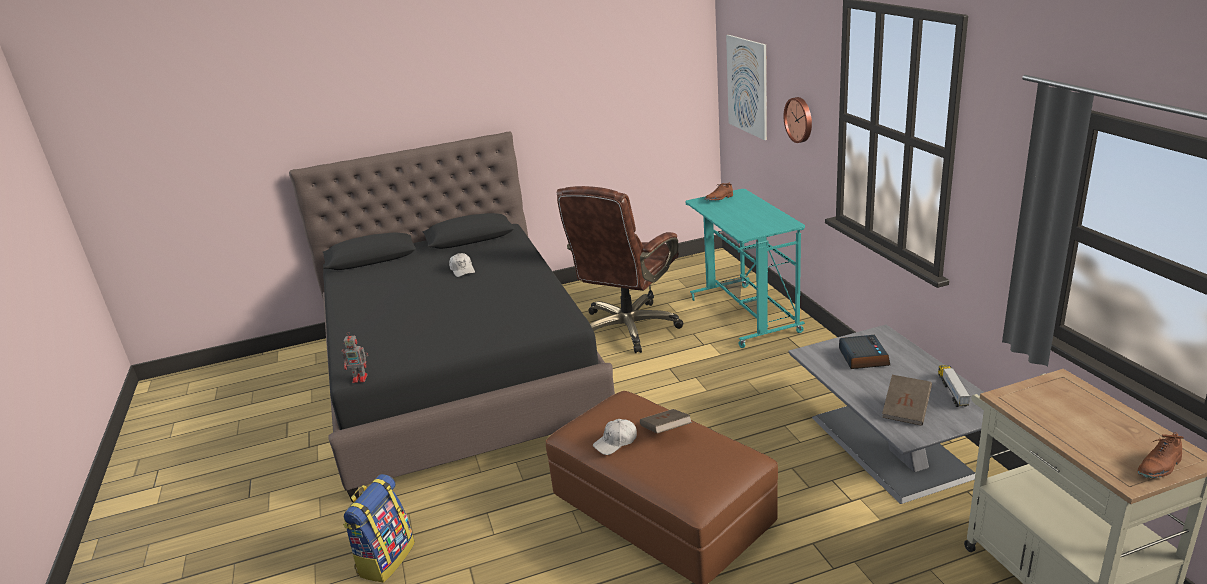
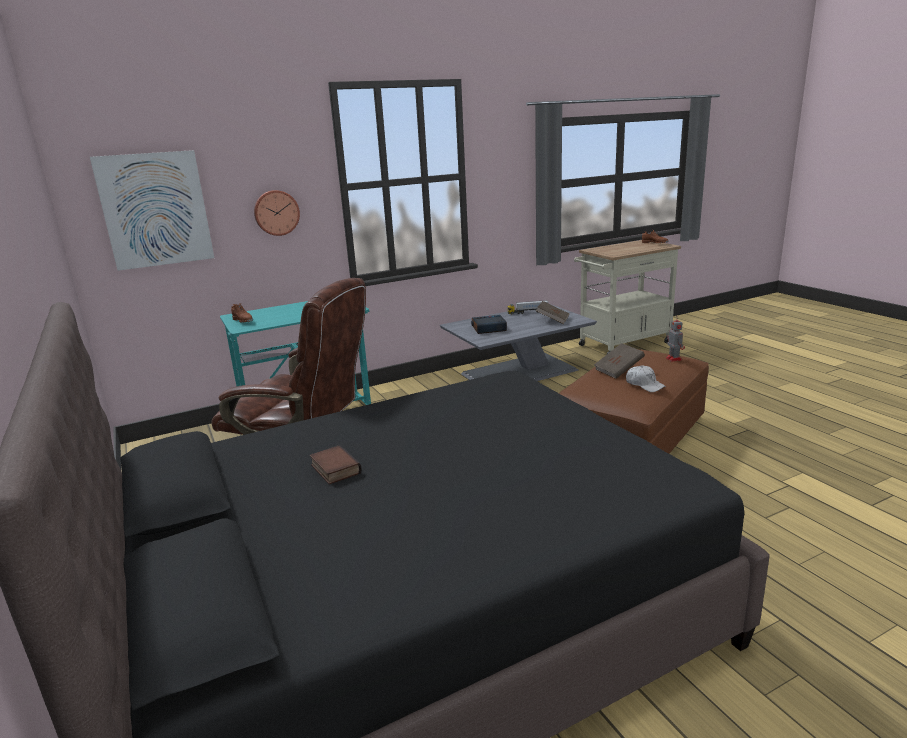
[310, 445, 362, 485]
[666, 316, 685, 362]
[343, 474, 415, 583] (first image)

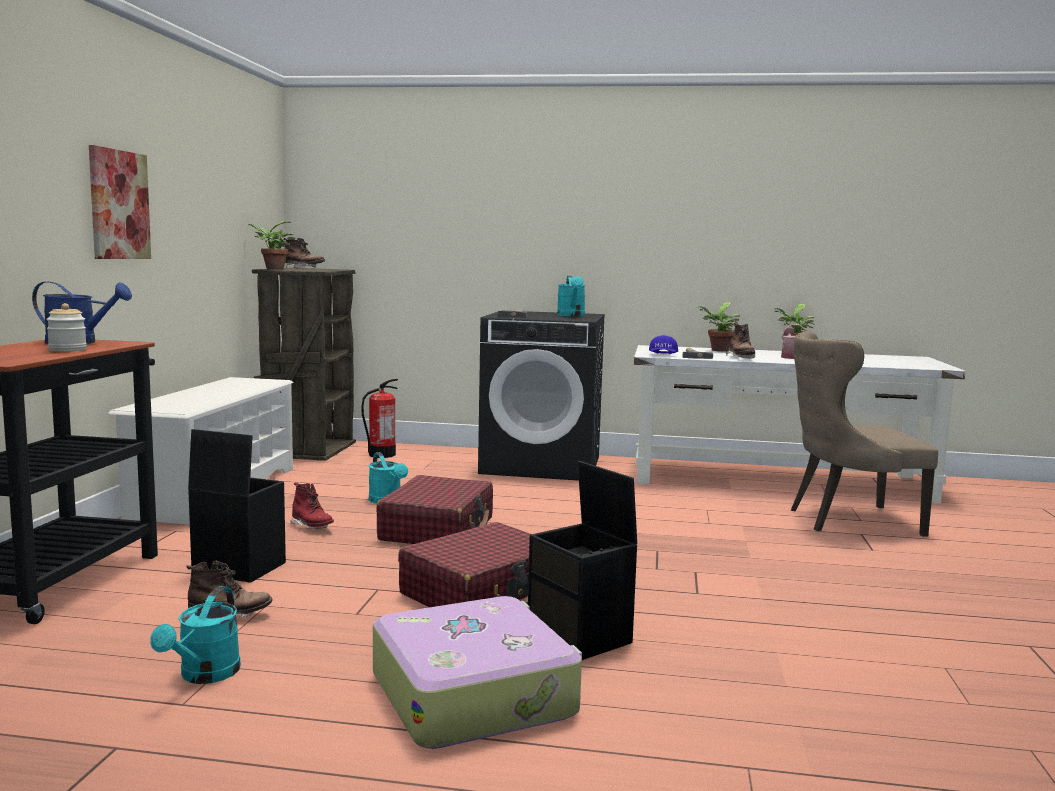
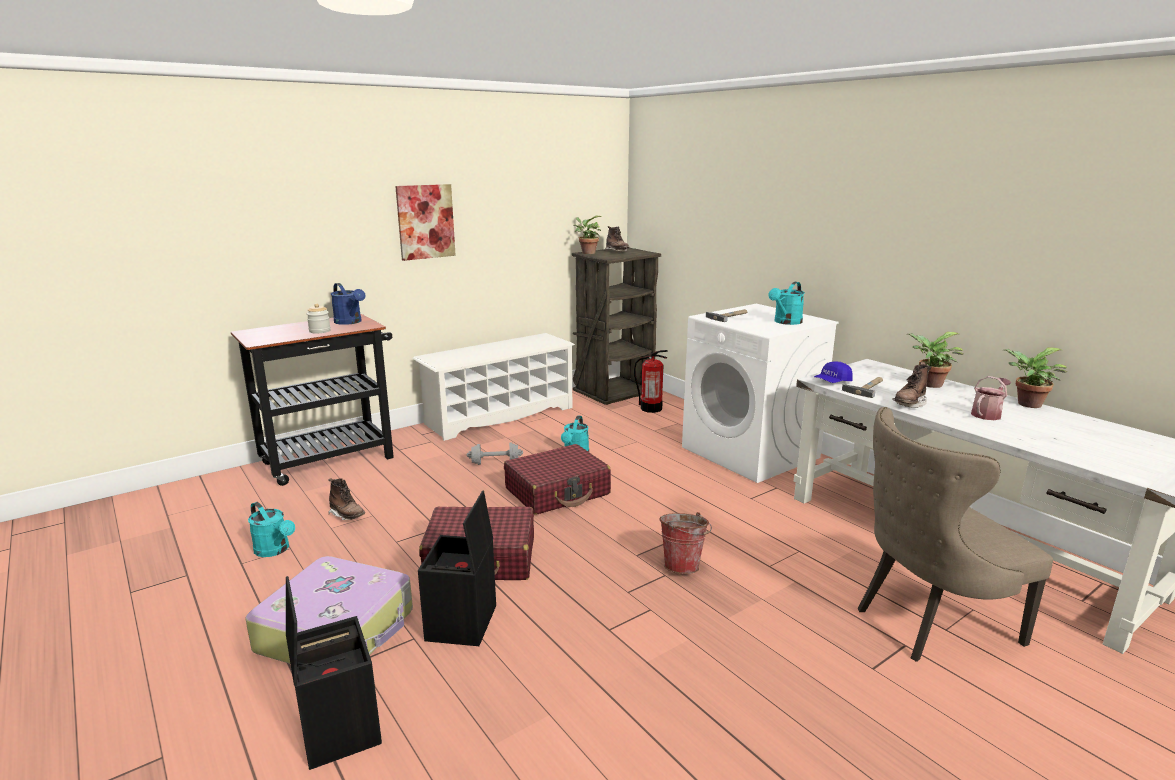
[248, 502, 295, 557]
[286, 576, 382, 770]
[467, 443, 523, 465]
[659, 512, 712, 574]
[682, 304, 839, 483]
[858, 407, 1053, 662]

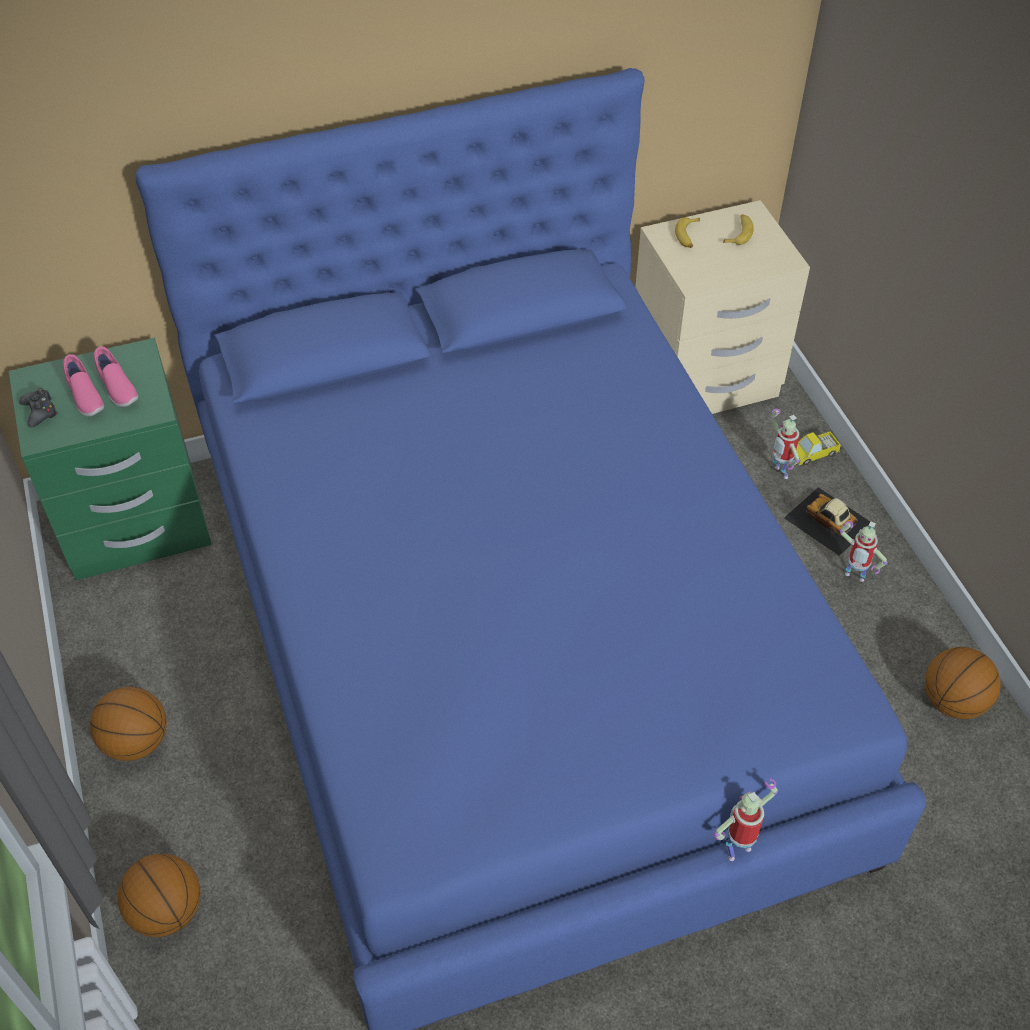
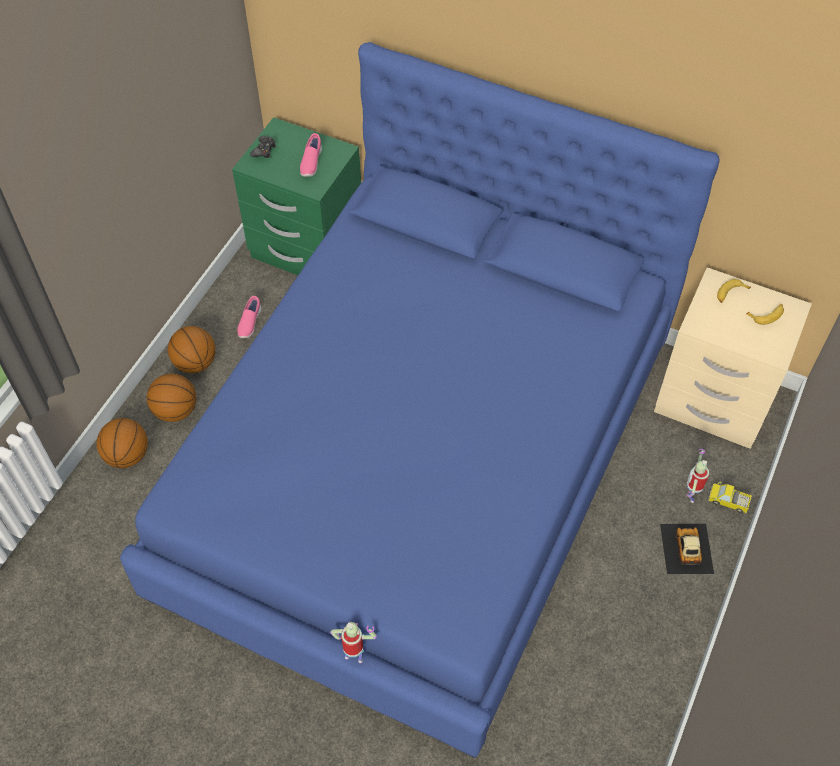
[147, 374, 197, 422]
[237, 296, 261, 338]
[840, 521, 888, 582] (first image)

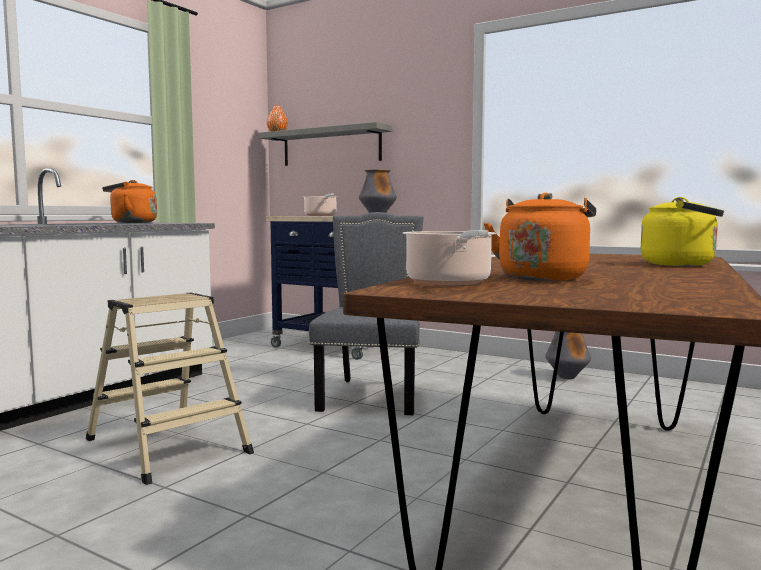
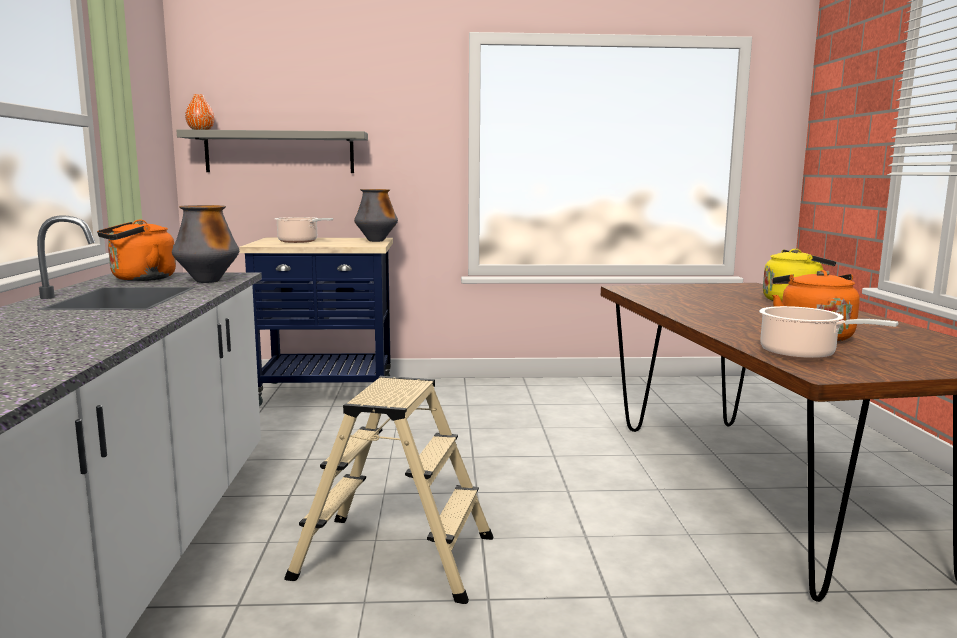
[172, 205, 239, 283]
[309, 212, 424, 415] (first image)

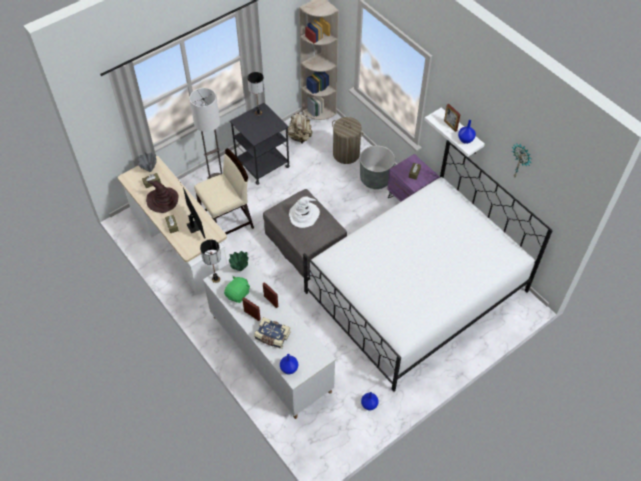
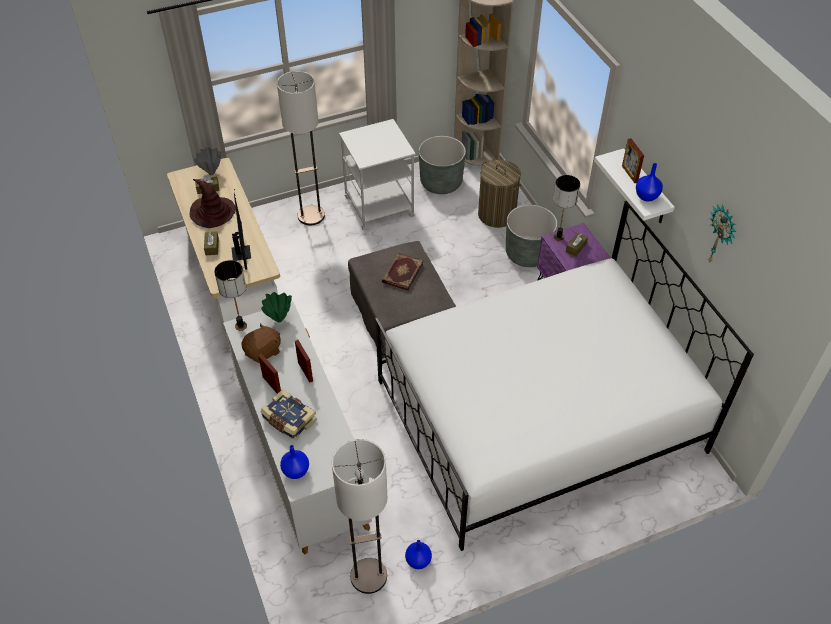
[241, 323, 281, 364]
[332, 439, 387, 594]
[339, 119, 416, 230]
[382, 253, 423, 291]
[419, 136, 466, 194]
[553, 175, 580, 241]
[194, 148, 254, 235] (first image)

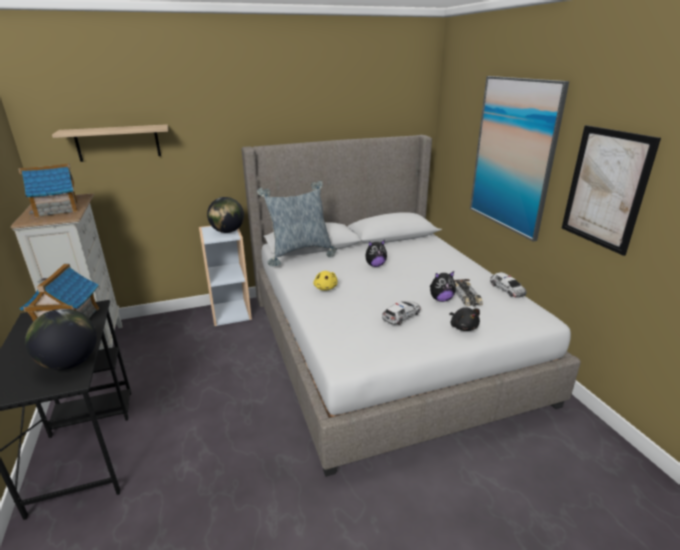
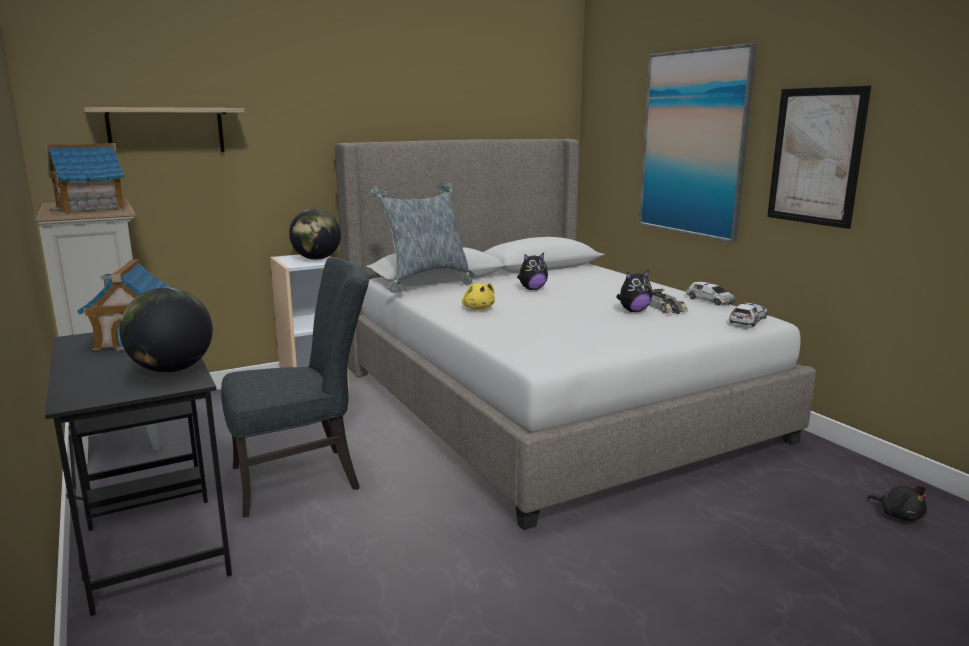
[221, 257, 369, 518]
[729, 303, 768, 327]
[867, 486, 927, 521]

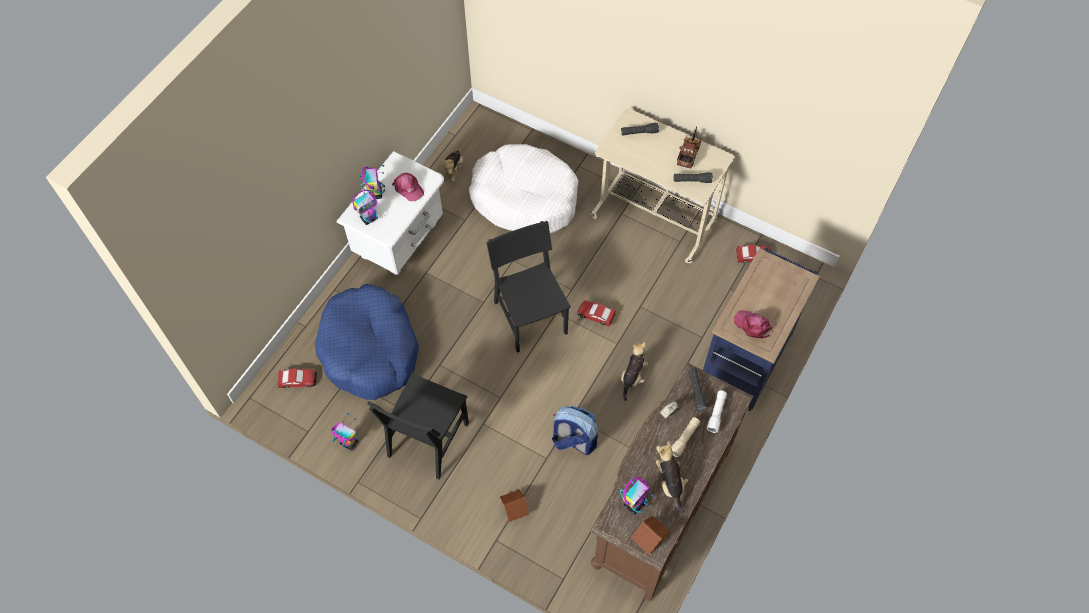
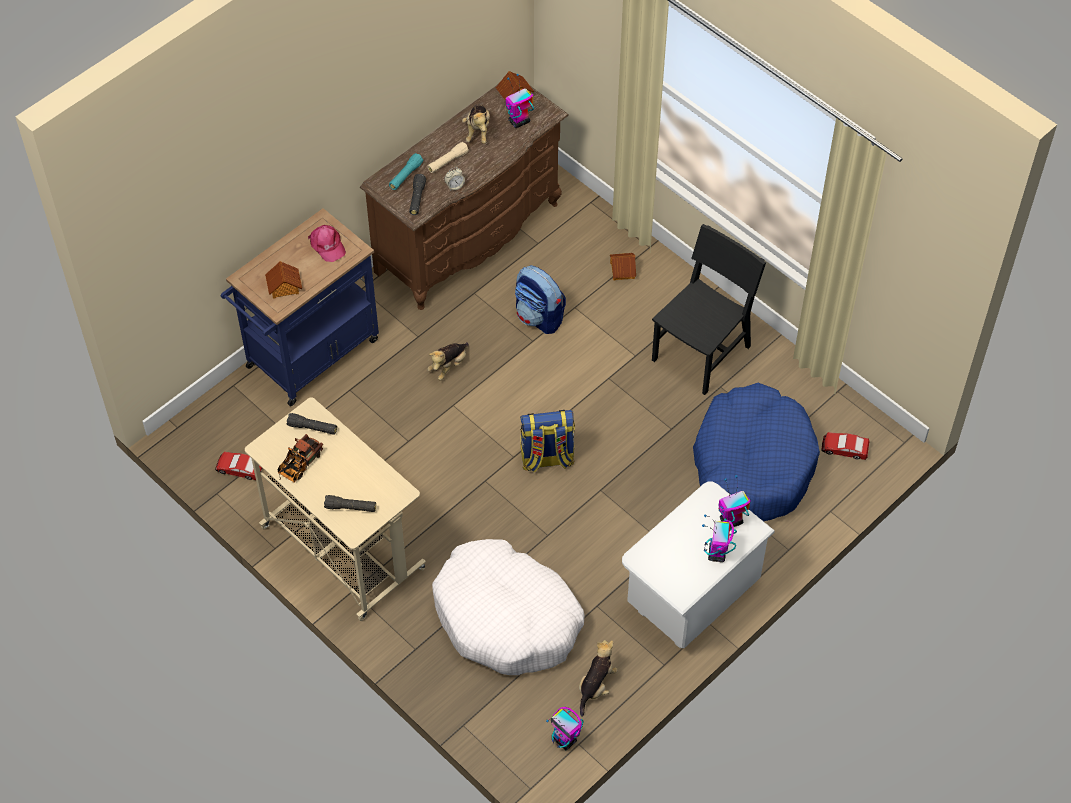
[265, 261, 302, 299]
[389, 153, 423, 190]
[520, 410, 575, 473]
[546, 707, 584, 750]
[392, 173, 424, 201] (first image)
[577, 300, 616, 327] (first image)

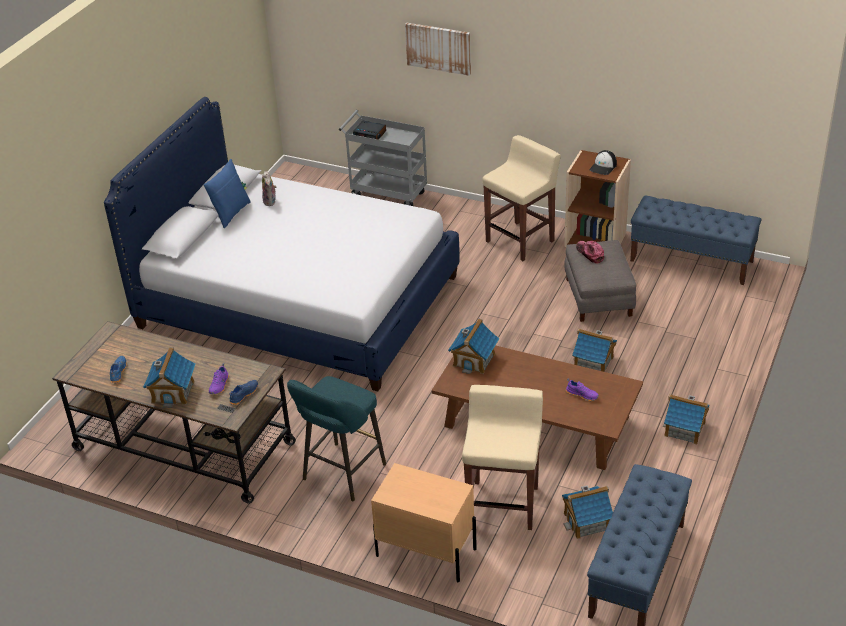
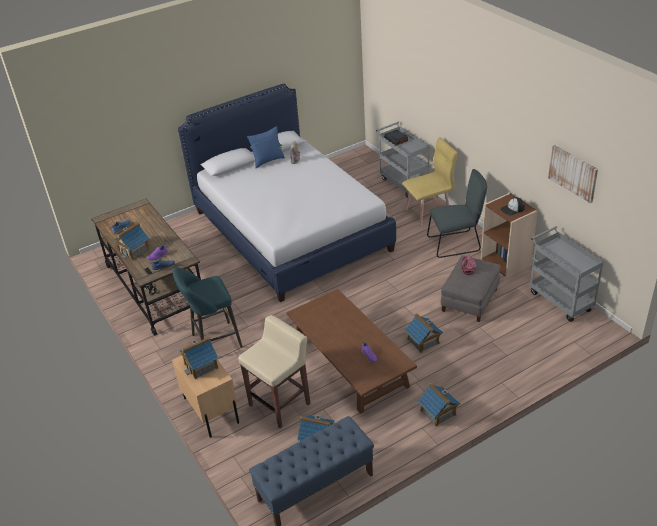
[179, 337, 218, 379]
[402, 137, 457, 227]
[427, 169, 487, 258]
[530, 226, 604, 322]
[548, 145, 598, 203]

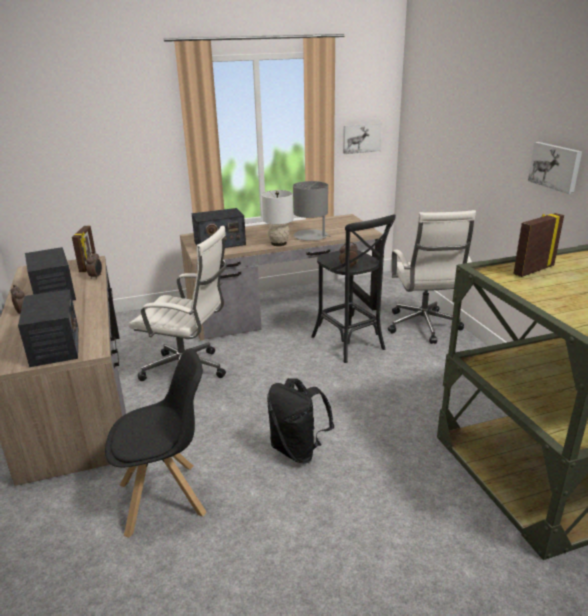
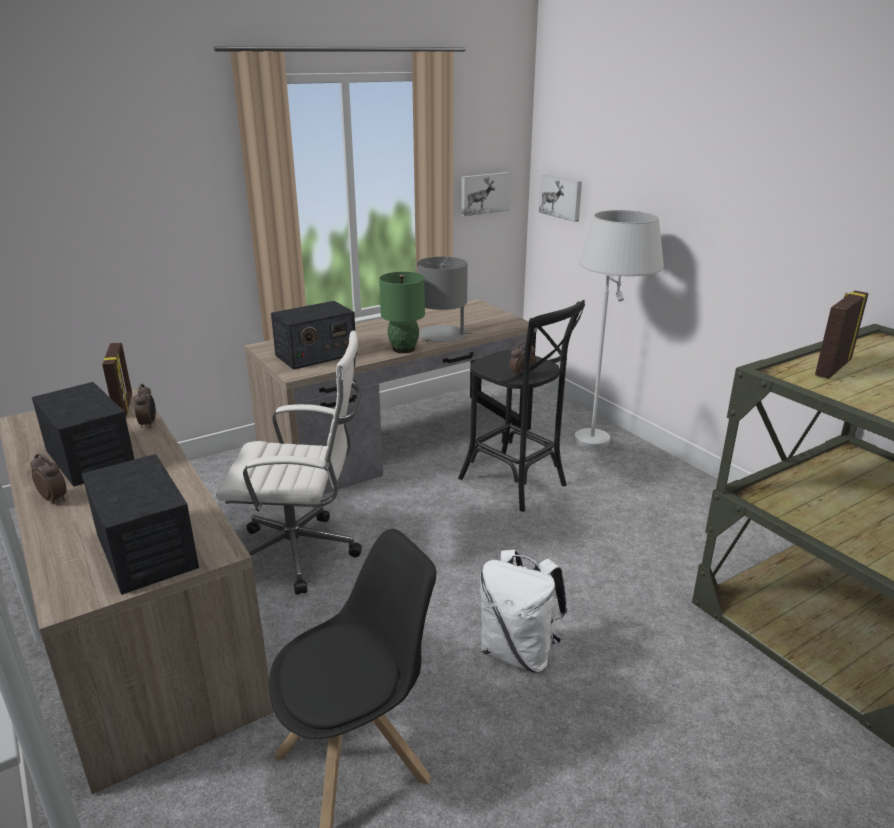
[379, 272, 425, 353]
[480, 549, 567, 673]
[539, 174, 582, 222]
[575, 210, 664, 448]

